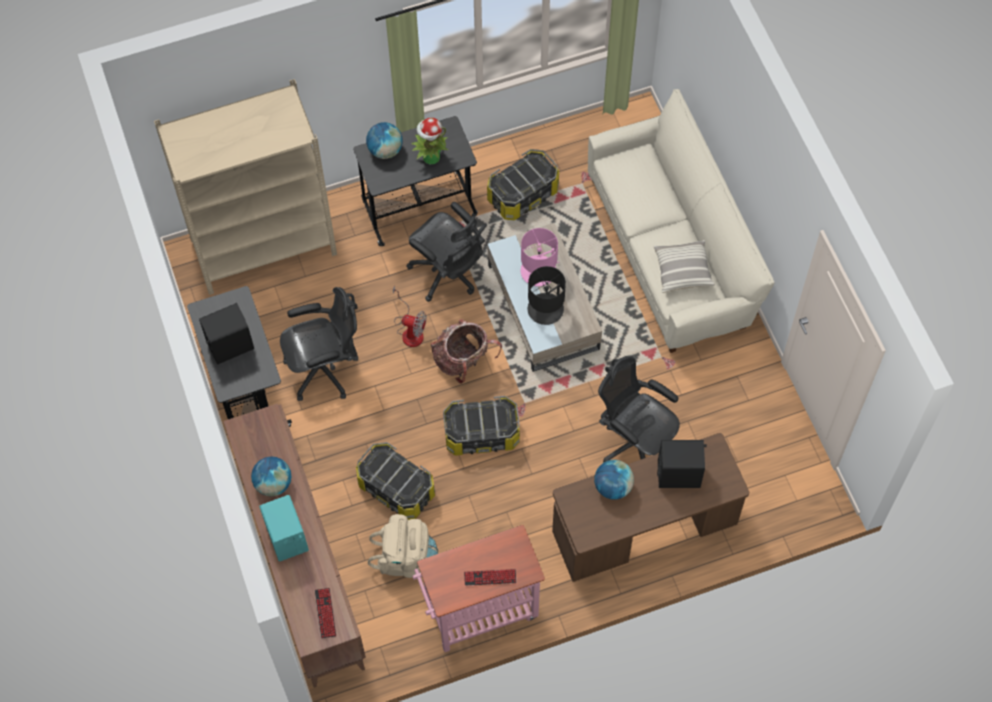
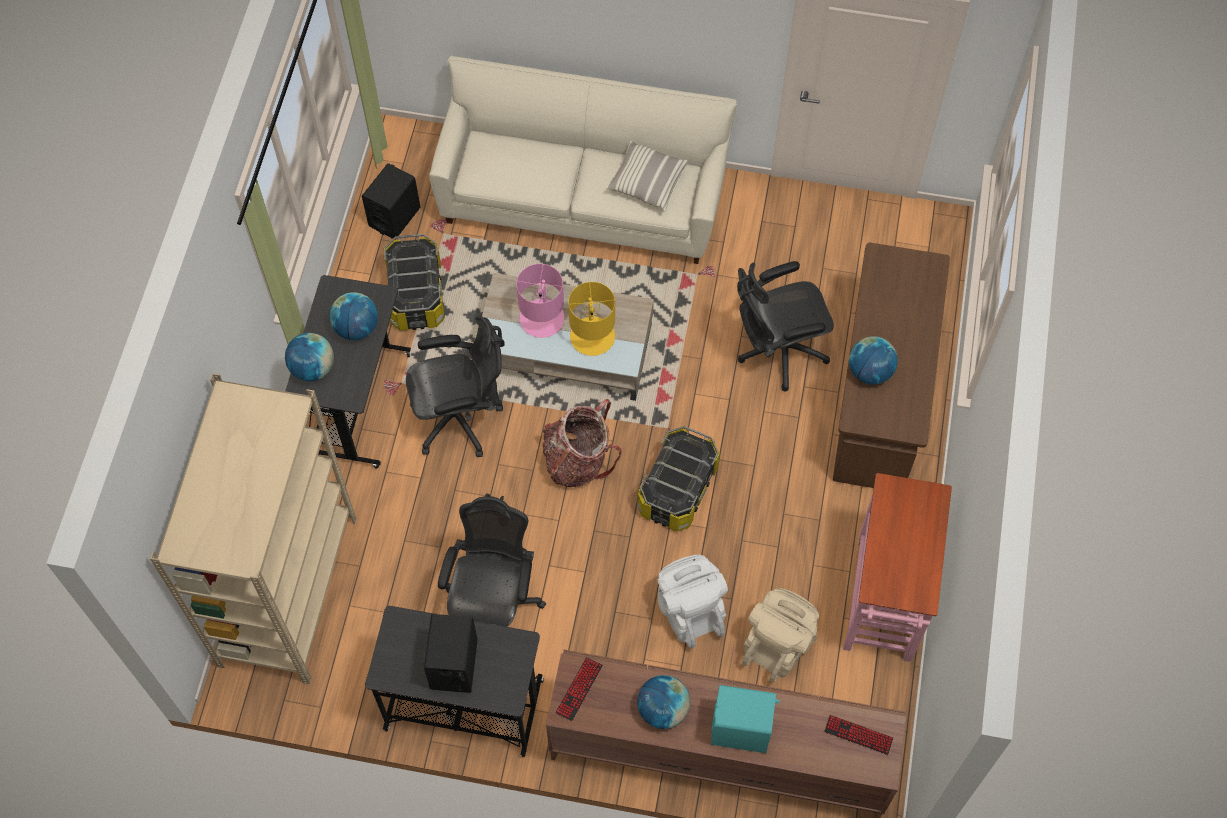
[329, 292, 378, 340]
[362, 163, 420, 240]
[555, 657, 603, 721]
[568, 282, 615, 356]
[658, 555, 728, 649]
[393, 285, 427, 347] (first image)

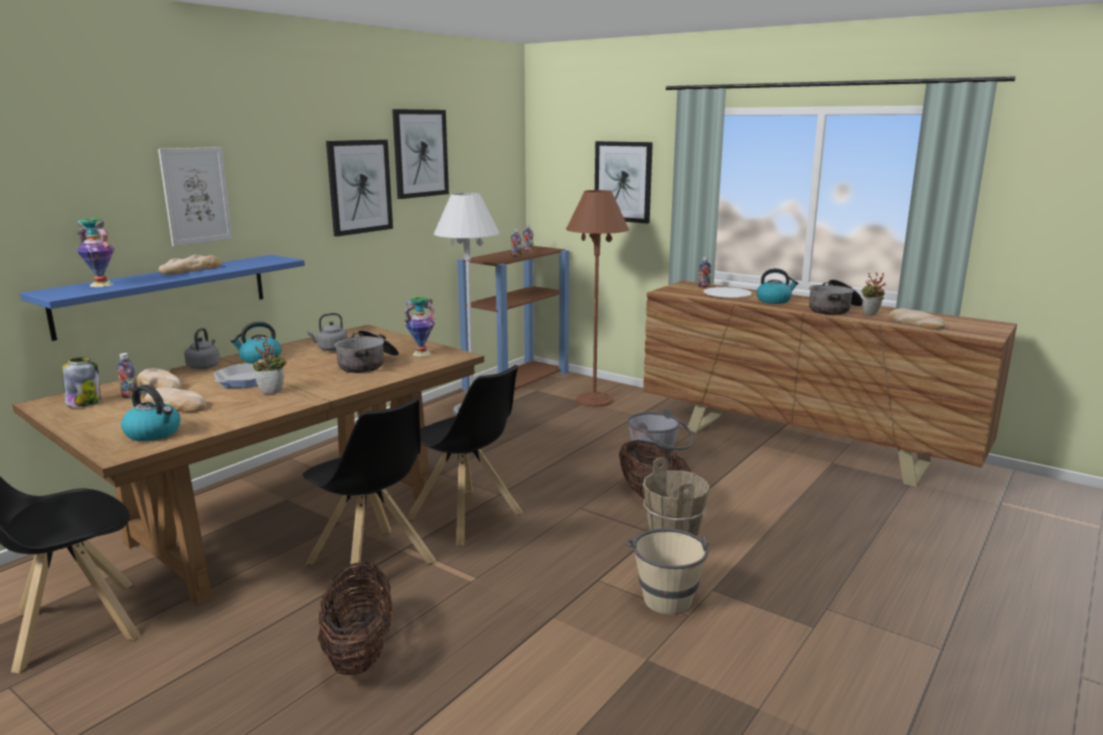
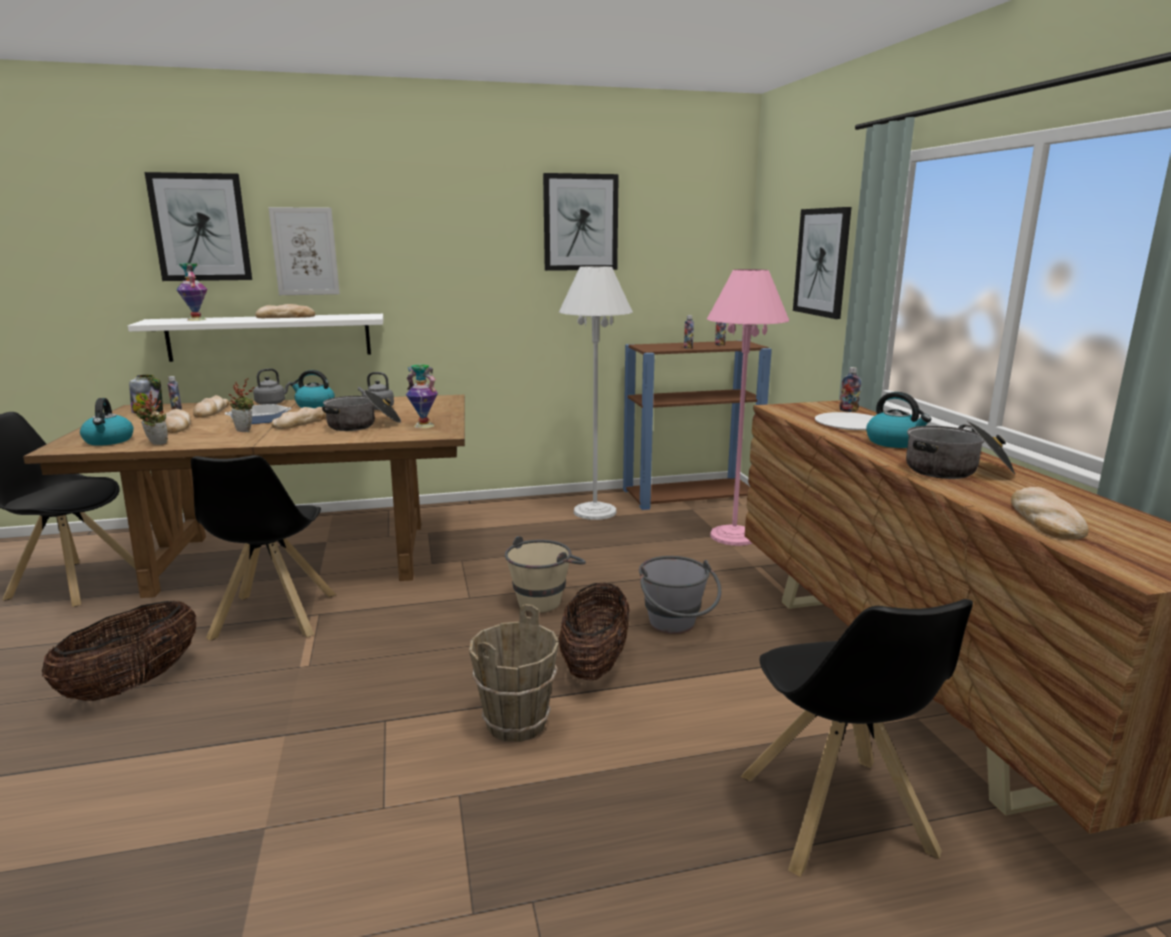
[128, 314, 384, 362]
[132, 391, 168, 445]
[144, 172, 252, 281]
[271, 407, 326, 429]
[505, 536, 586, 613]
[707, 269, 789, 546]
[741, 599, 973, 877]

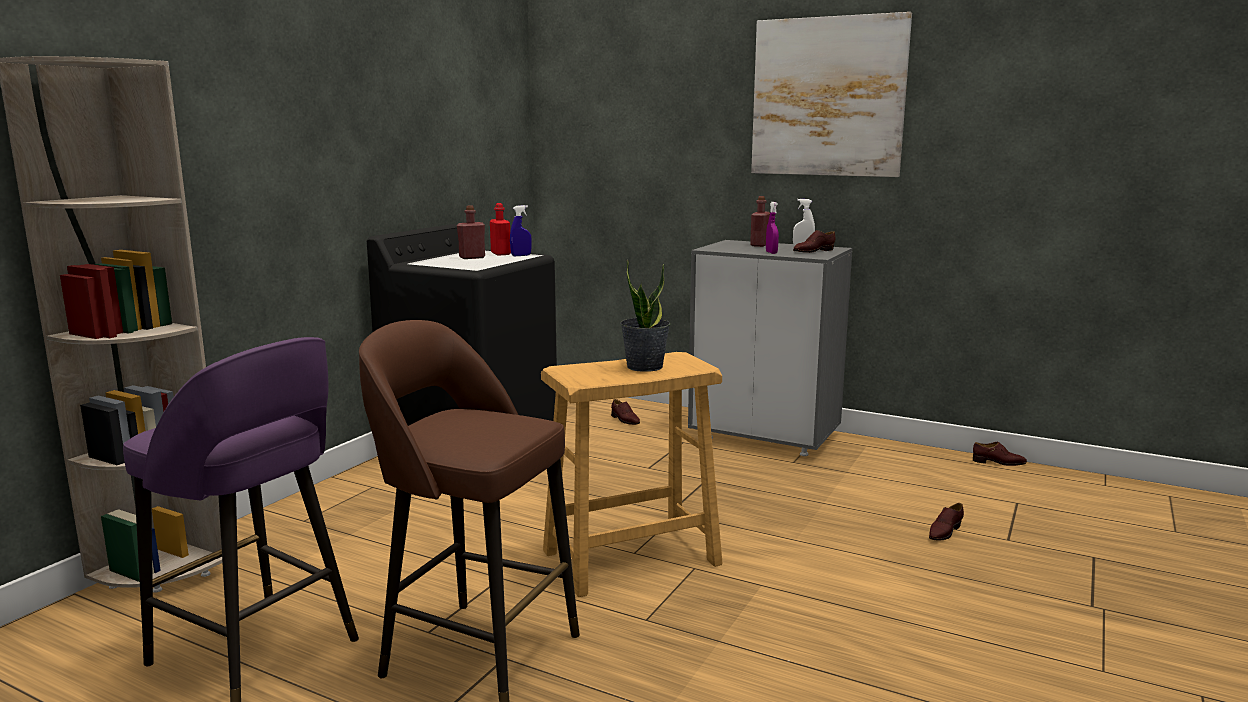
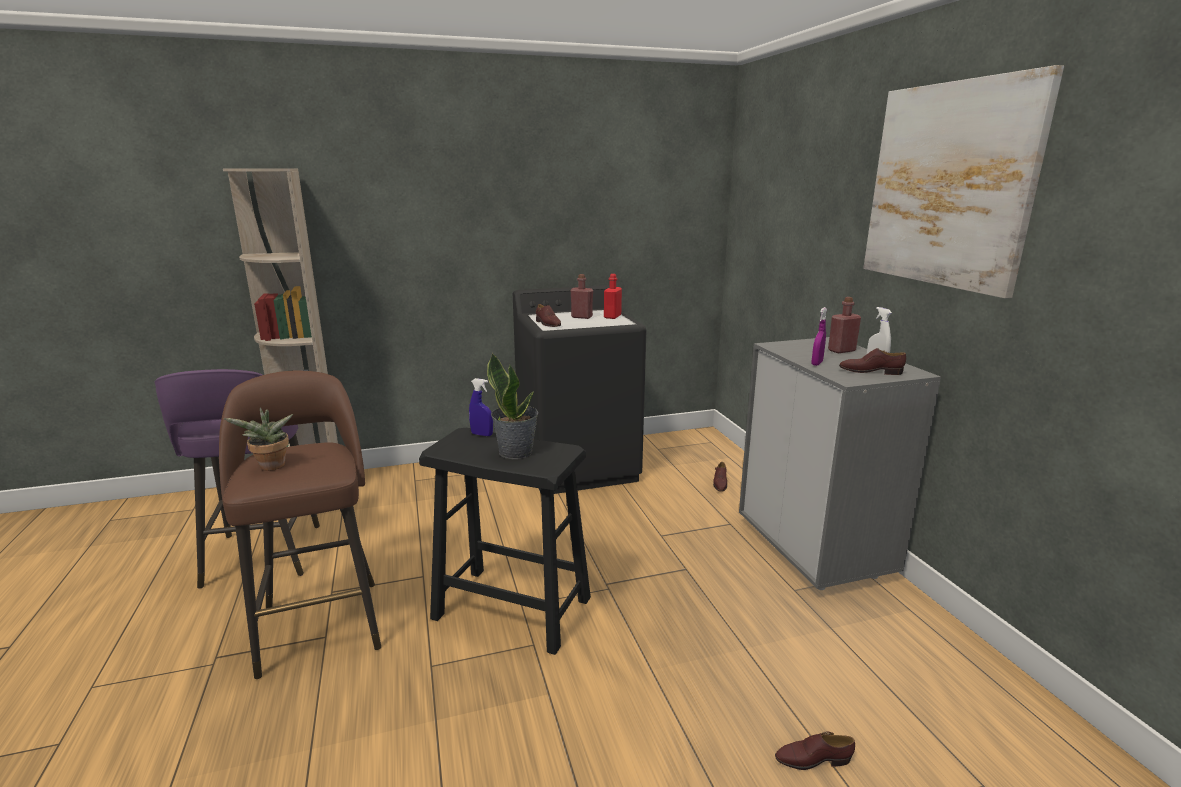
[223, 407, 293, 471]
[419, 428, 591, 655]
[469, 378, 493, 436]
[536, 304, 561, 327]

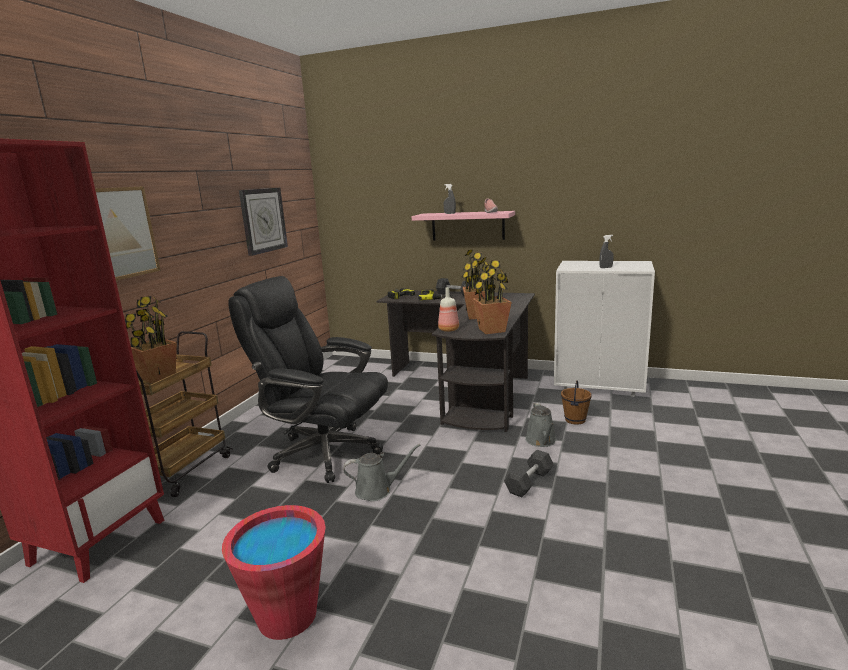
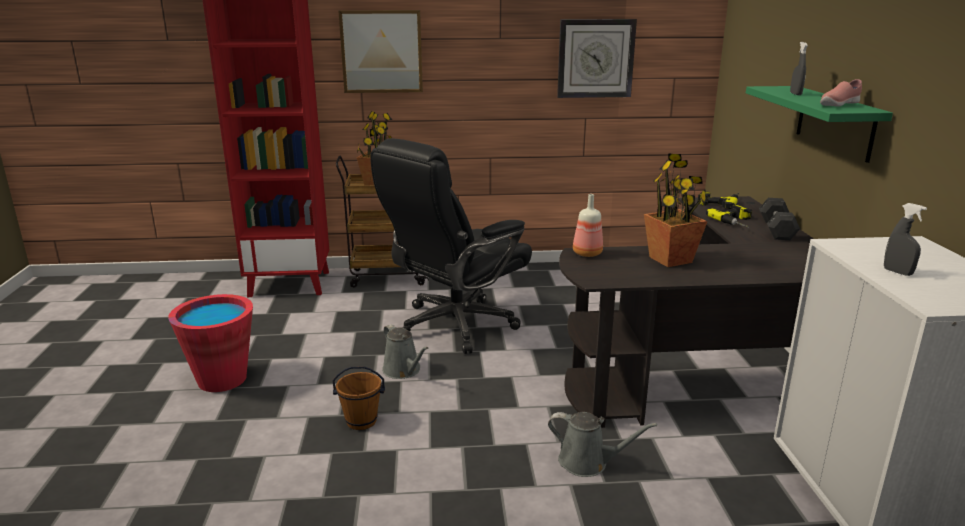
[332, 366, 385, 430]
[370, 138, 532, 354]
[548, 412, 657, 477]
[746, 86, 893, 163]
[473, 257, 512, 334] (first image)
[504, 450, 554, 498] (first image)

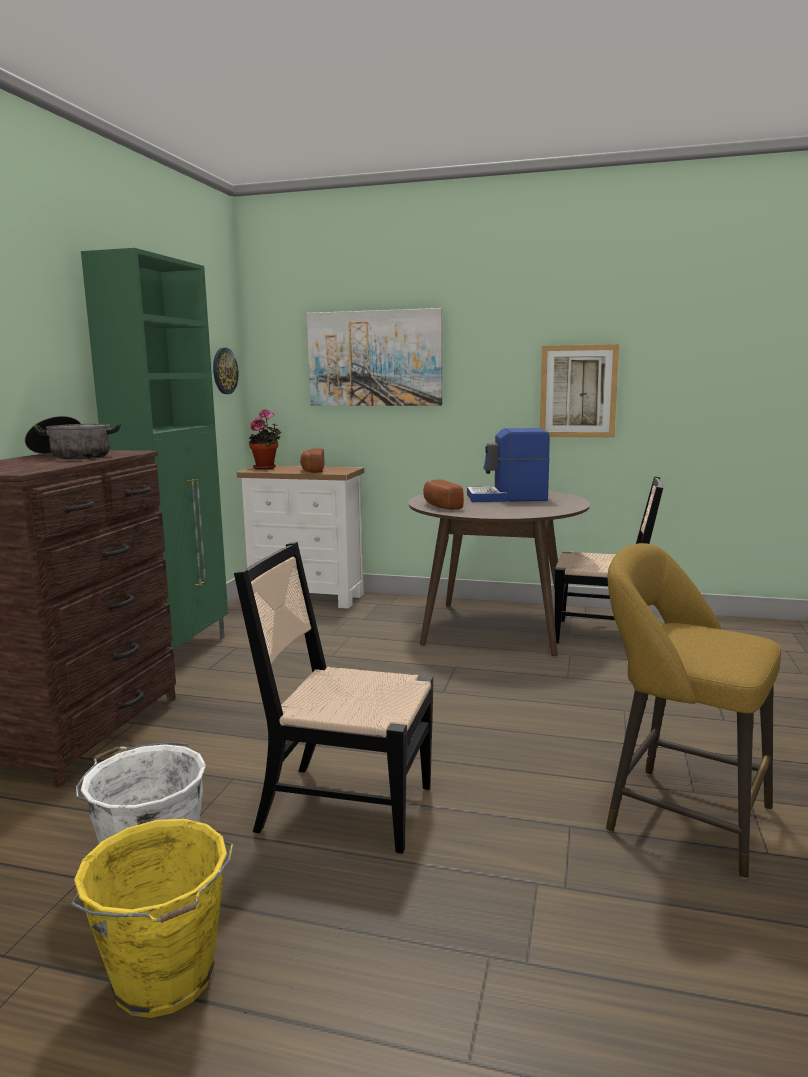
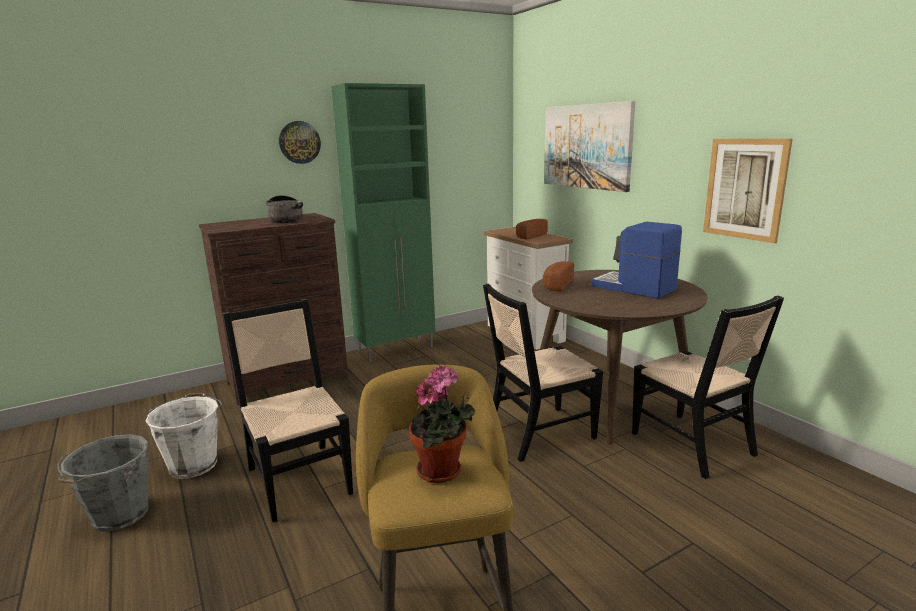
[57, 434, 149, 532]
[279, 121, 321, 164]
[409, 366, 475, 483]
[483, 284, 603, 462]

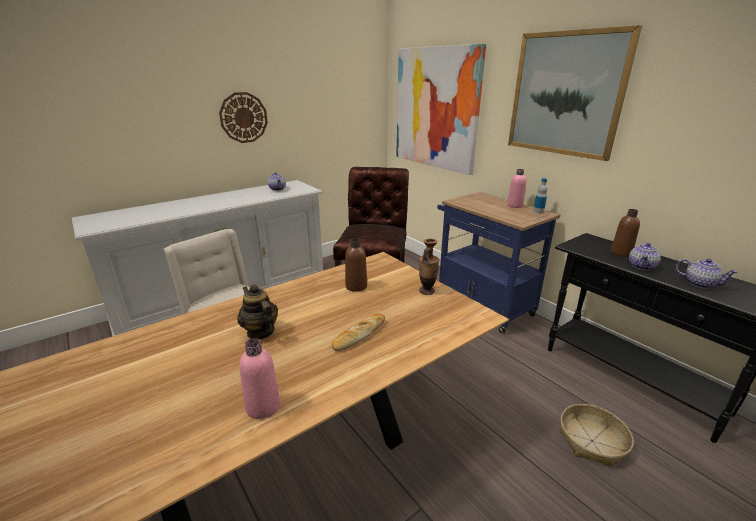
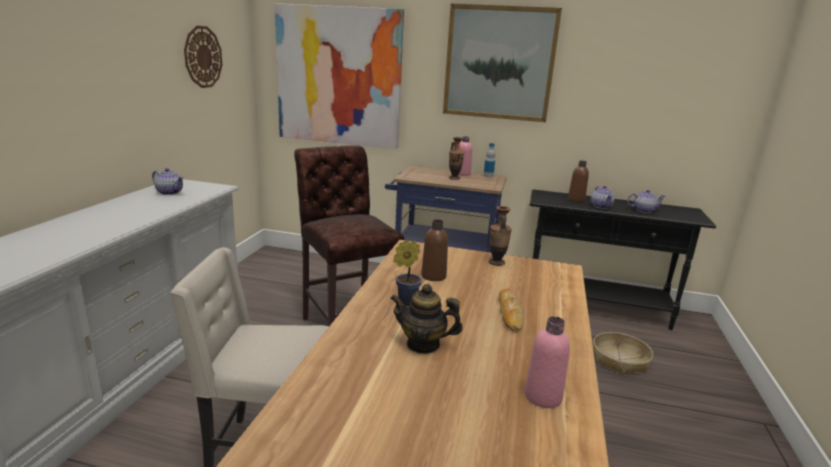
[184, 26, 222, 88]
[393, 240, 422, 306]
[449, 137, 464, 180]

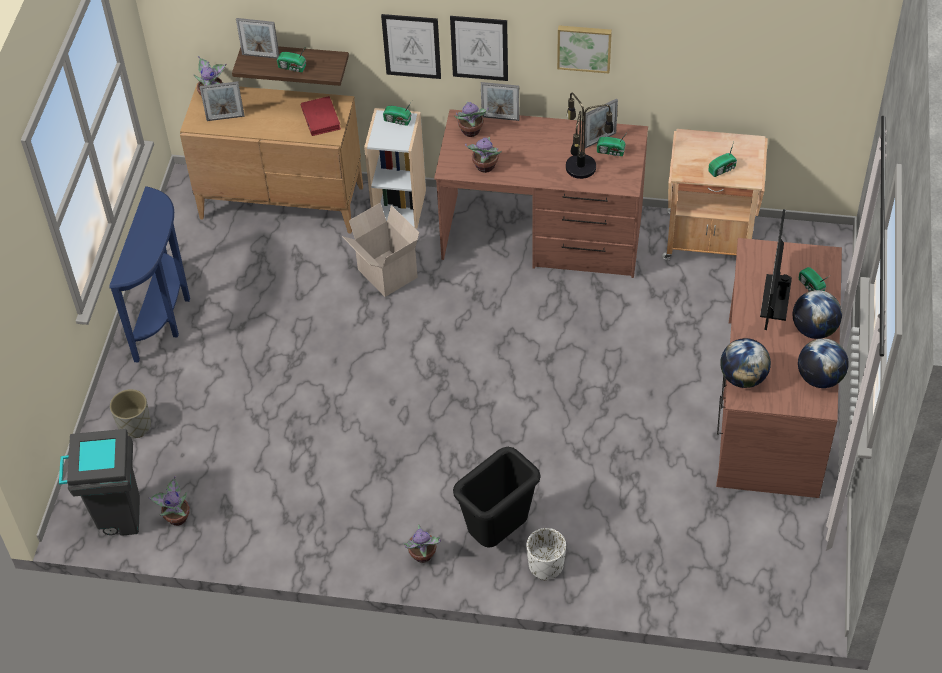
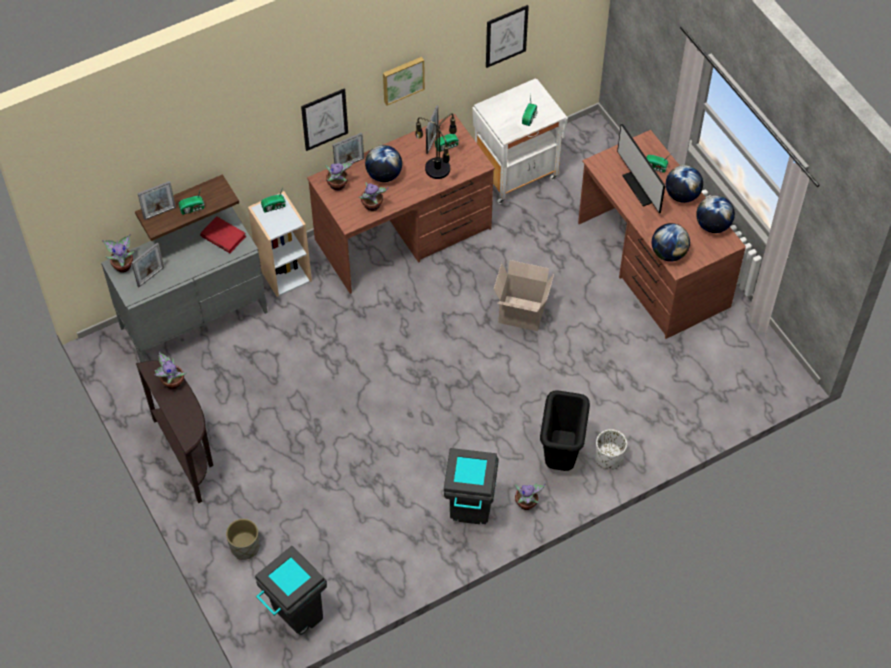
[101, 207, 268, 362]
[136, 361, 213, 503]
[154, 350, 187, 389]
[365, 145, 402, 182]
[444, 448, 499, 524]
[472, 78, 568, 204]
[486, 5, 529, 68]
[494, 260, 554, 331]

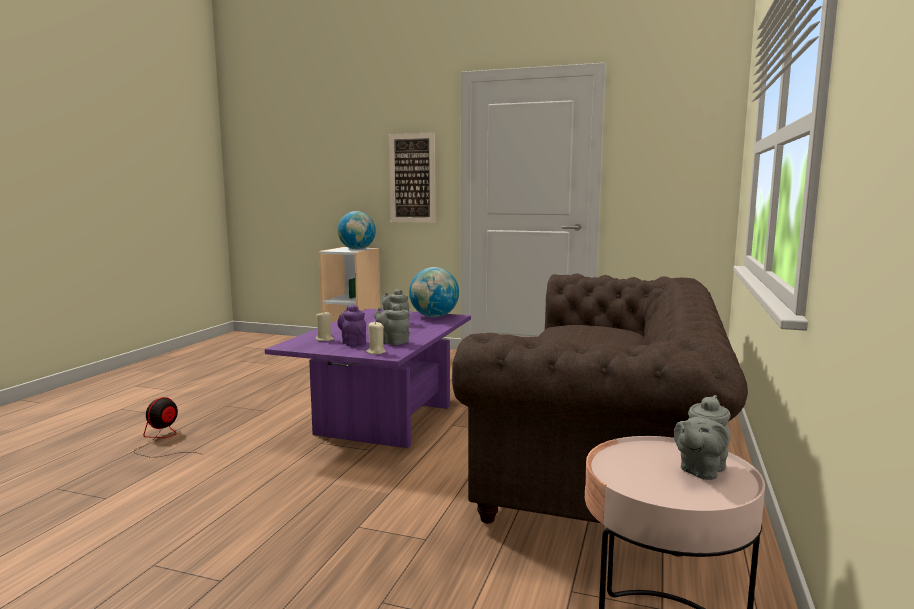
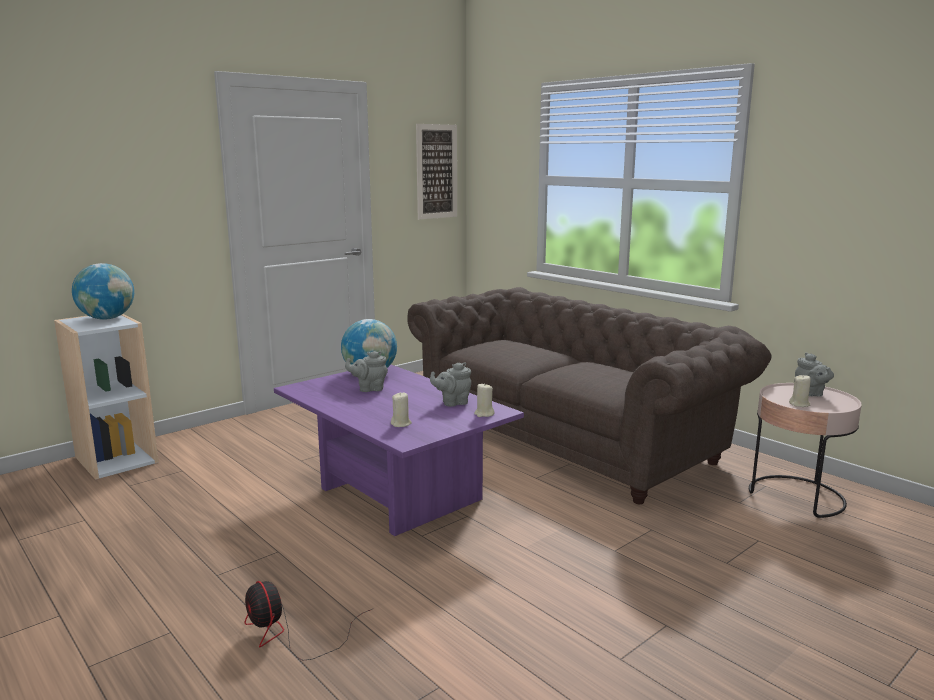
[416, 124, 457, 220]
[789, 374, 811, 407]
[337, 305, 366, 346] (first image)

